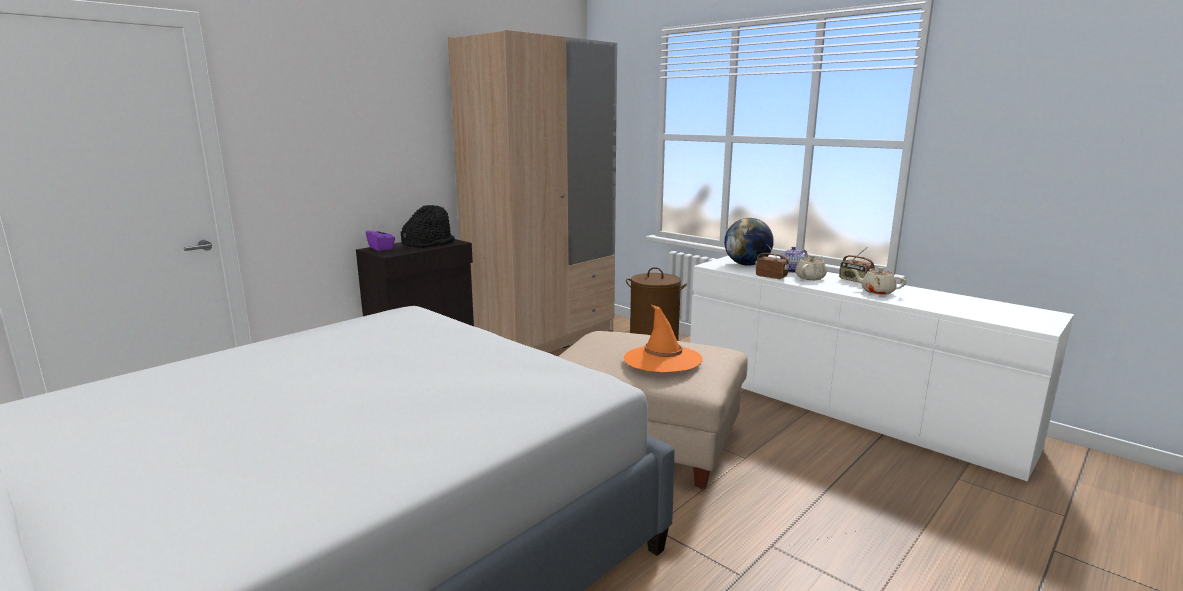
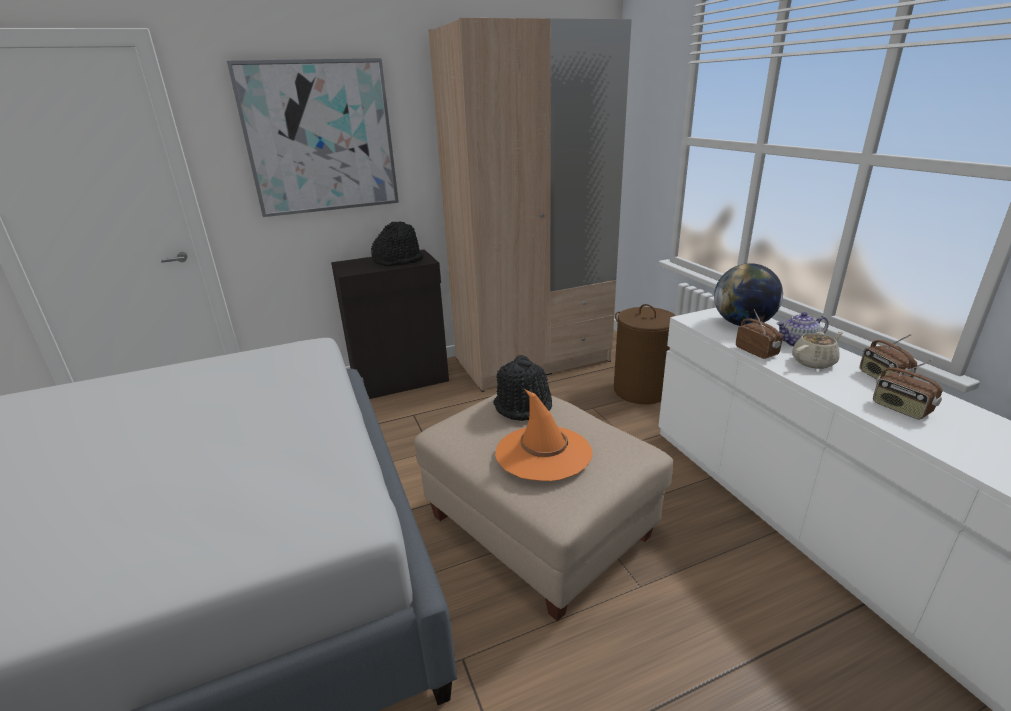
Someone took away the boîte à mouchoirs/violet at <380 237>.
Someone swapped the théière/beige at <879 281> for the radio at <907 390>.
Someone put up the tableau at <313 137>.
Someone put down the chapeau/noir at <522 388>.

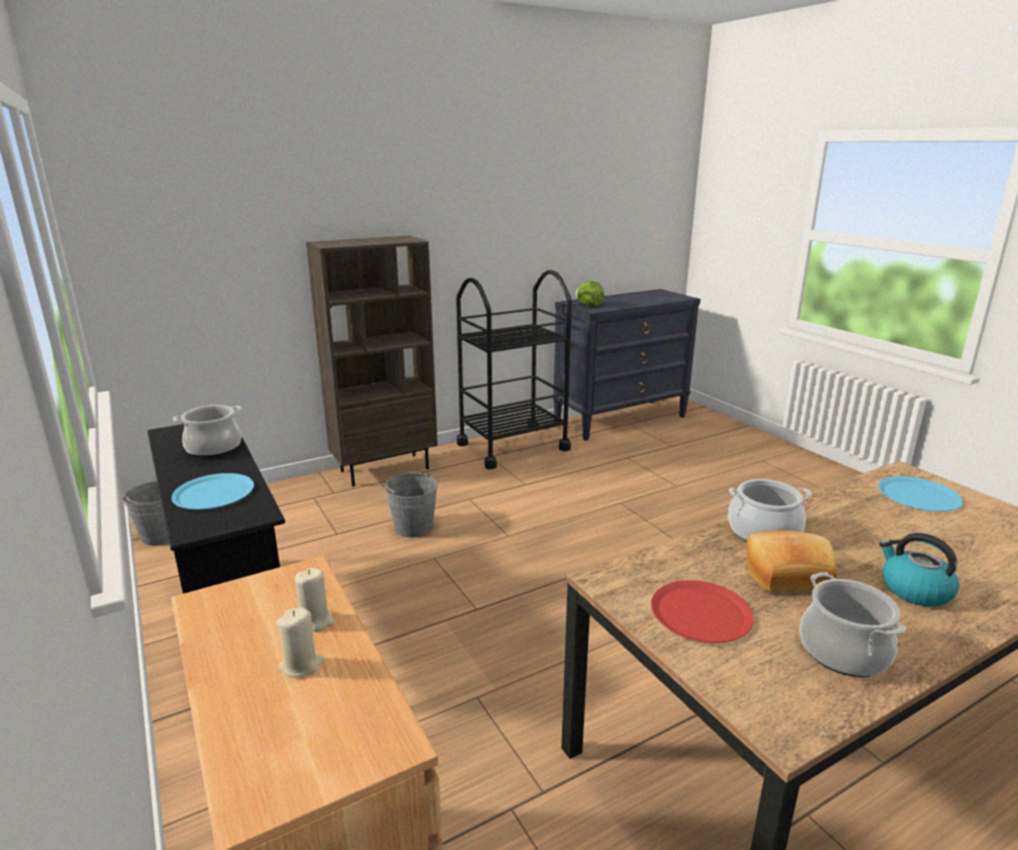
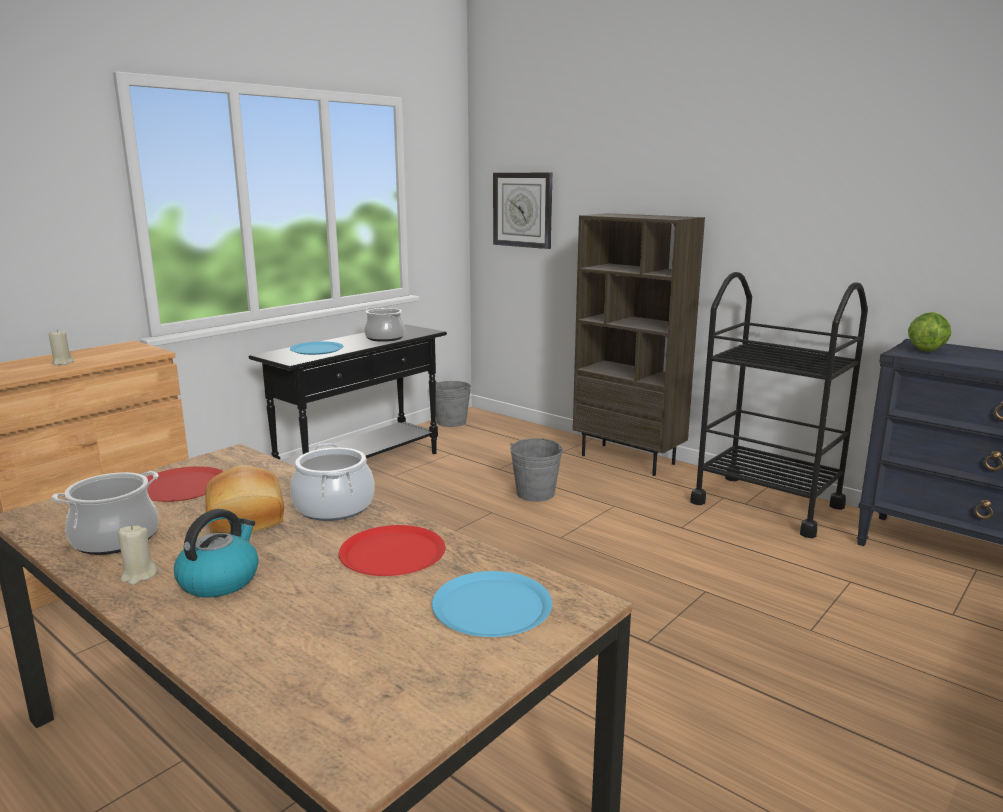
Someone carried the bougie/beige from <315 600> to <138 555>.
Someone put up the horloge murale at <522 210>.
Someone put down the assiette/rouge at <392 550>.

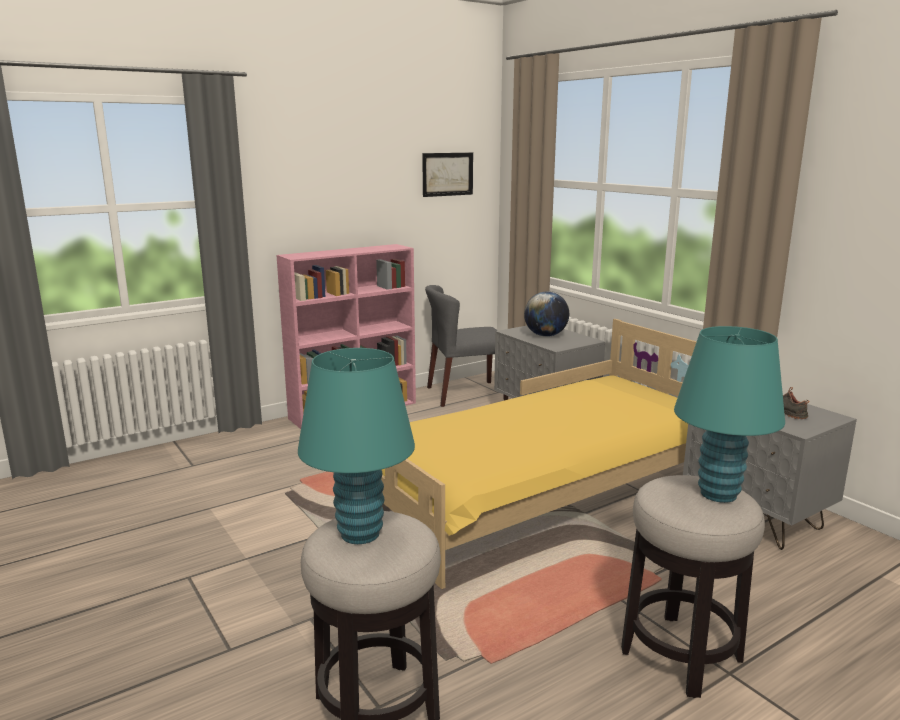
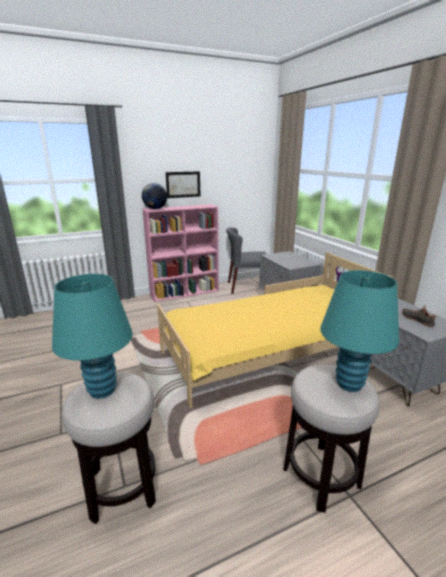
Someone carried the tableau from <447 175> to <183 184>.
Someone carried the globe from <546 314> to <154 196>.

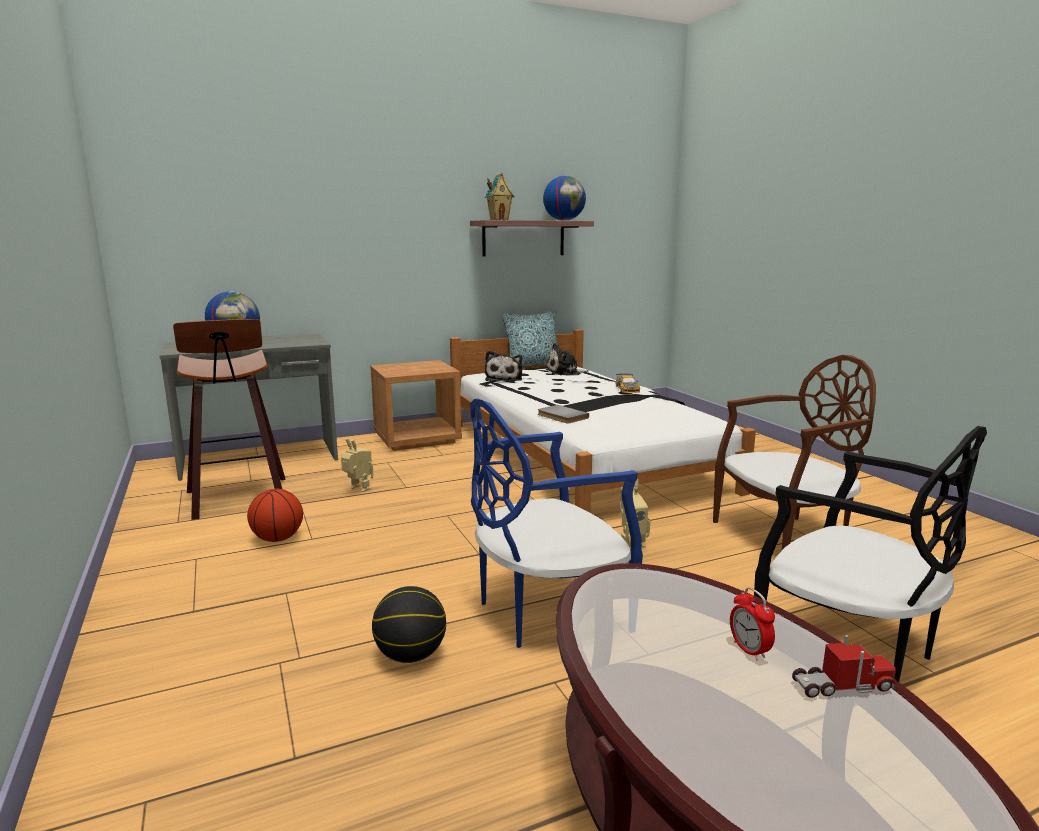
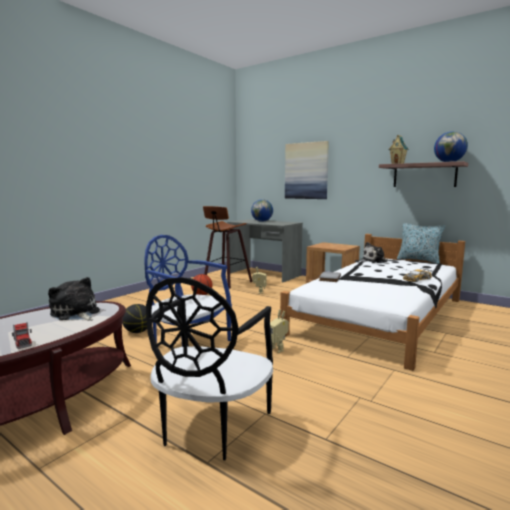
Someone carried the peluche from <567 359> to <74 299>.
Someone took away the chaise/marron at <794 452>.
Someone took away the réveil at <752 624>.
Someone put up the tableau at <307 170>.

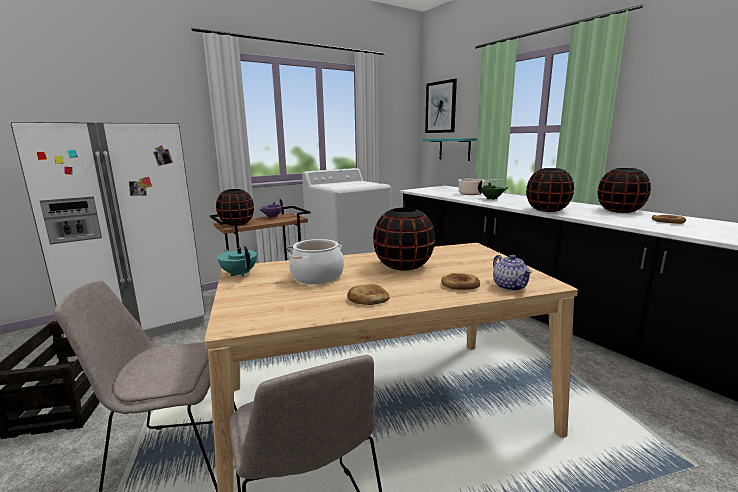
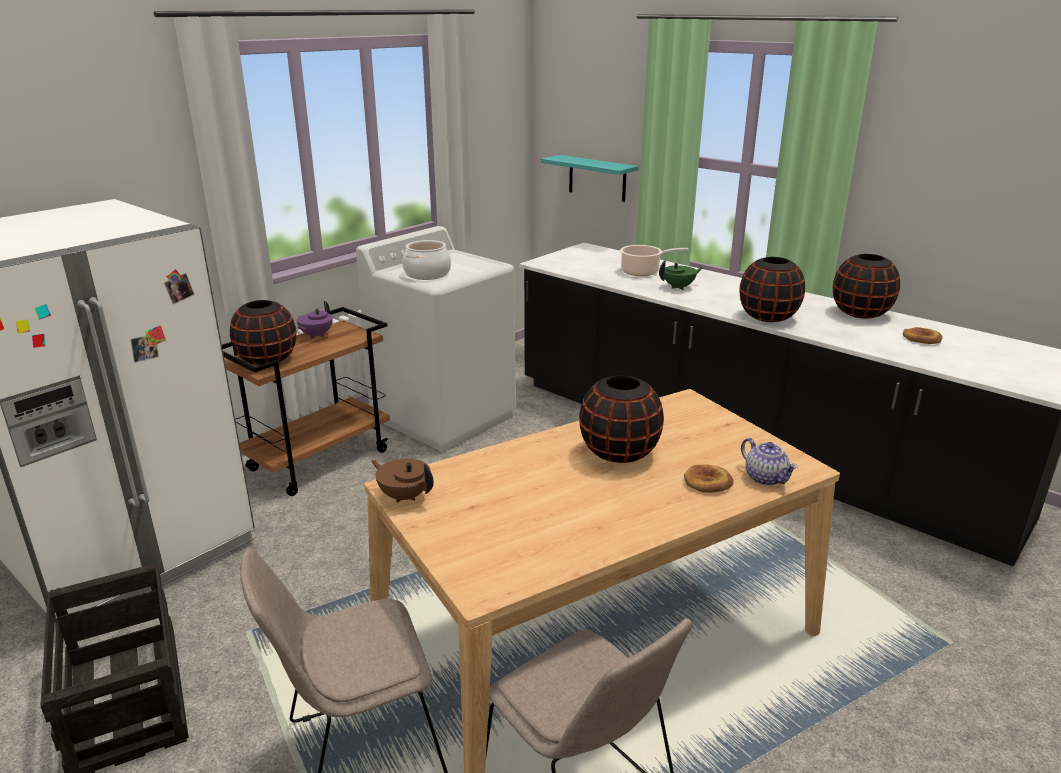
Someone took away the tableau at <441 106>.
Someone carried the marmite from <316 261> to <426 260>.
Someone repainted the théière/turquoise at <237 261>, which became the théière/marron at <402 481>.
Someone took away the pain at <368 294>.

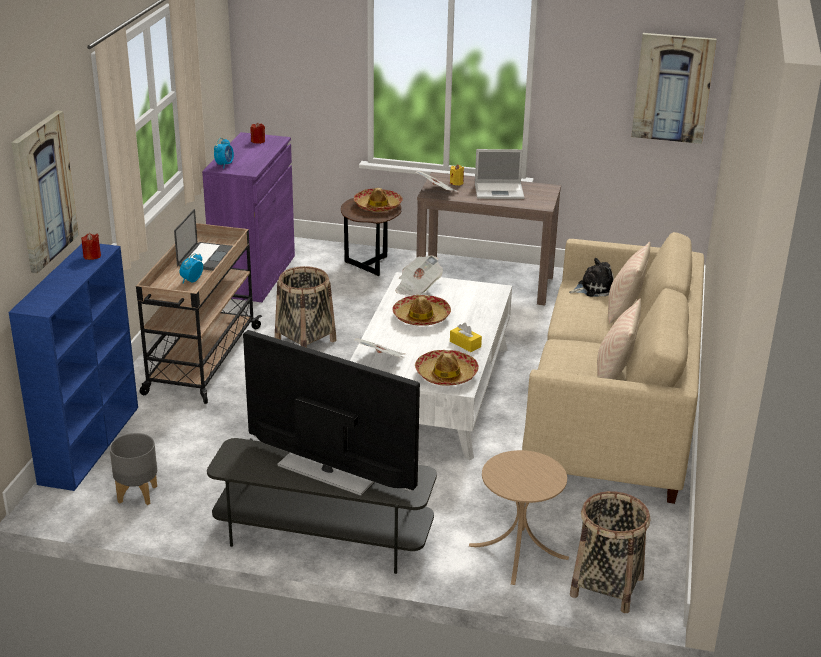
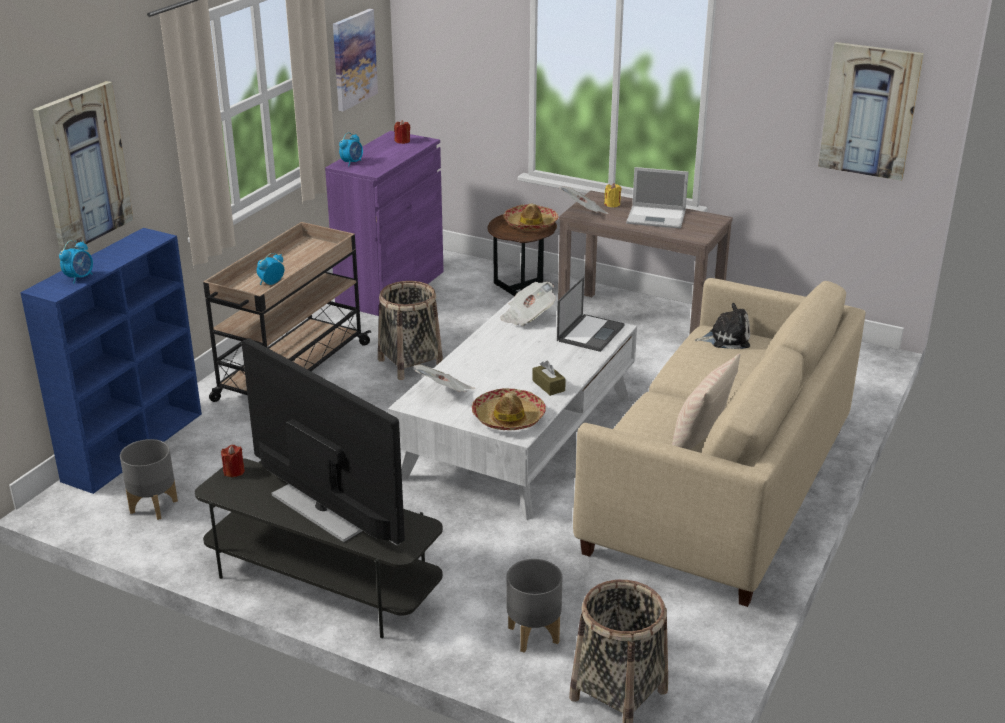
Someone carried the ordinateur portable from <203 240> to <591 314>.
Someone carried the bougie/rouge from <91 246> to <233 461>.
Someone took away the coussin/beige at <629 283>.
Someone took away the chapeau at <421 310>.
Someone repainted the boîte à mouchoirs/jaune at <466 337>, which became the boîte à mouchoirs/marron at <549 378>.
Someone swapped the table d'appoint/beige at <519 517> for the cache-pot/gris at <535 606>.
Someone put up the tableau at <355 60>.
Someone put down the réveil at <76 262>.

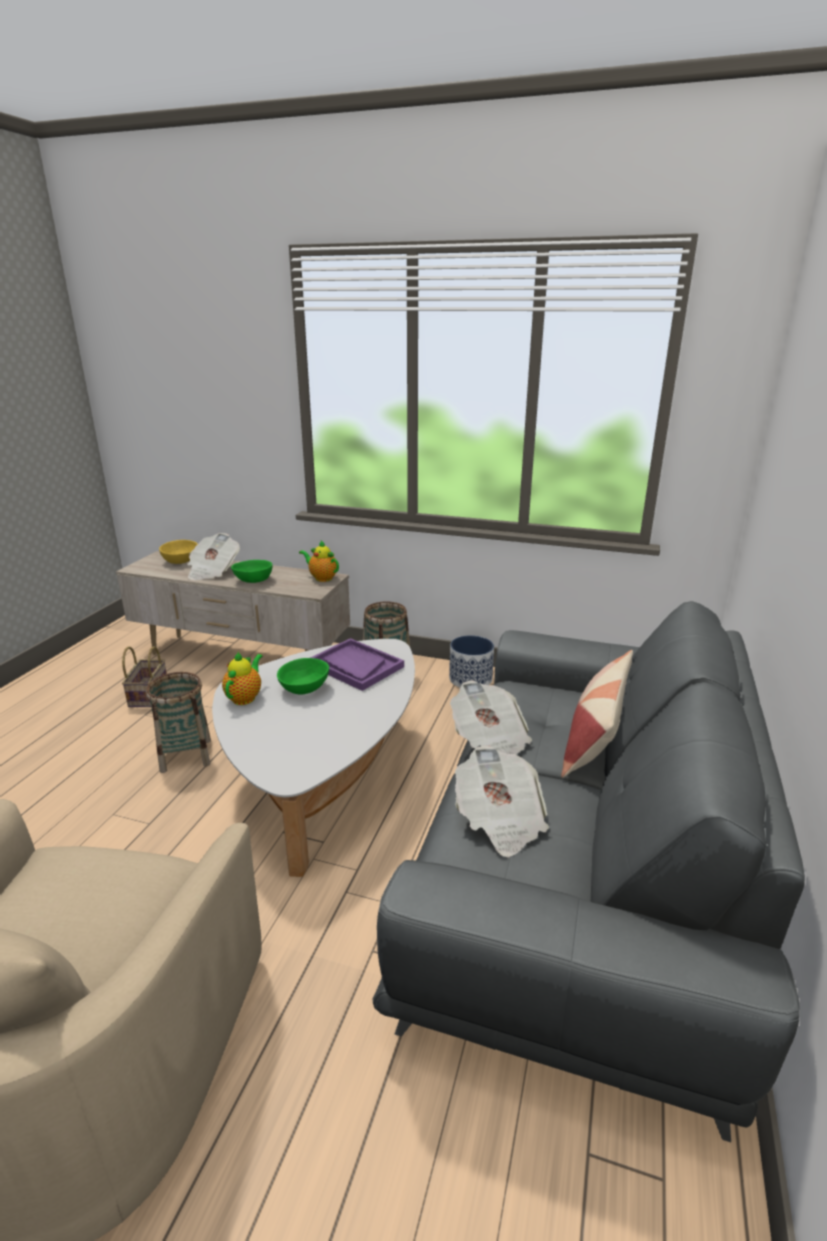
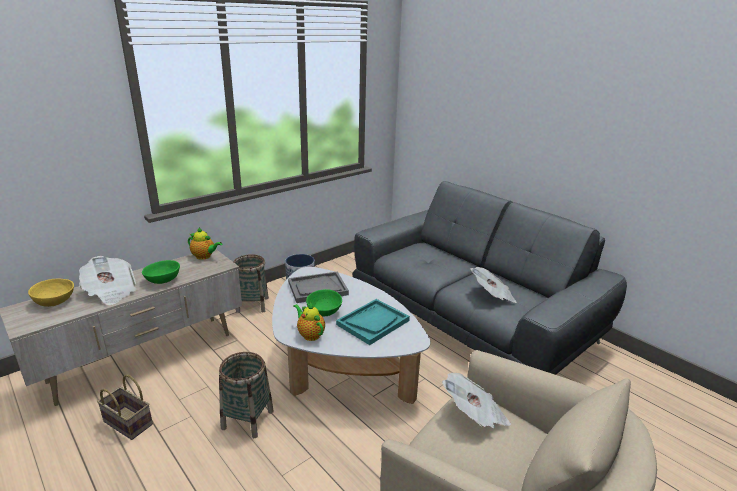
Someone rotated the théière at <319 561> by 135 degrees counterclockwise.
Someone repainted the plateau/violet at <357 664>, which became the plateau/gris at <318 287>.
Someone took away the coussin at <597 714>.
Someone carried the journal from <491 717> to <476 401>.
Someone put down the plateau/turquoise at <373 322>.

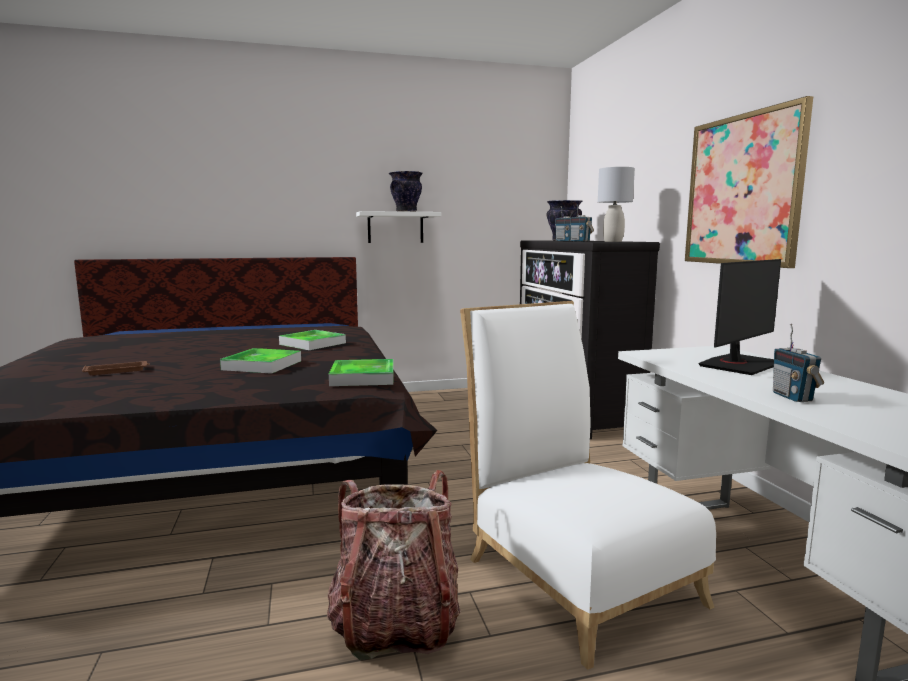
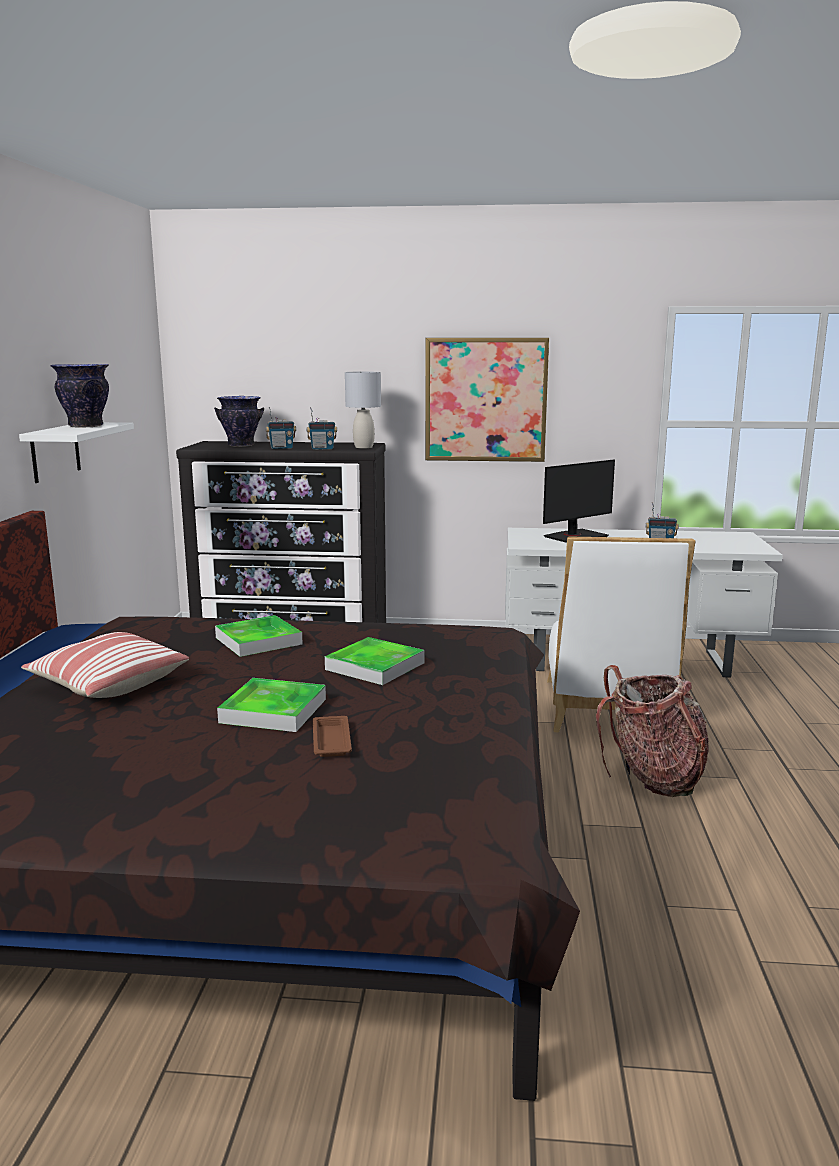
Someone rotated the écran d'ordinateur at <739 317> by 75 degrees clockwise.
Someone rotated the chaise/blanc at <588 485> by 75 degrees counterclockwise.
Someone carried the plateau from <361 372> to <271 705>.
Someone put down the coussin at <105 665>.

